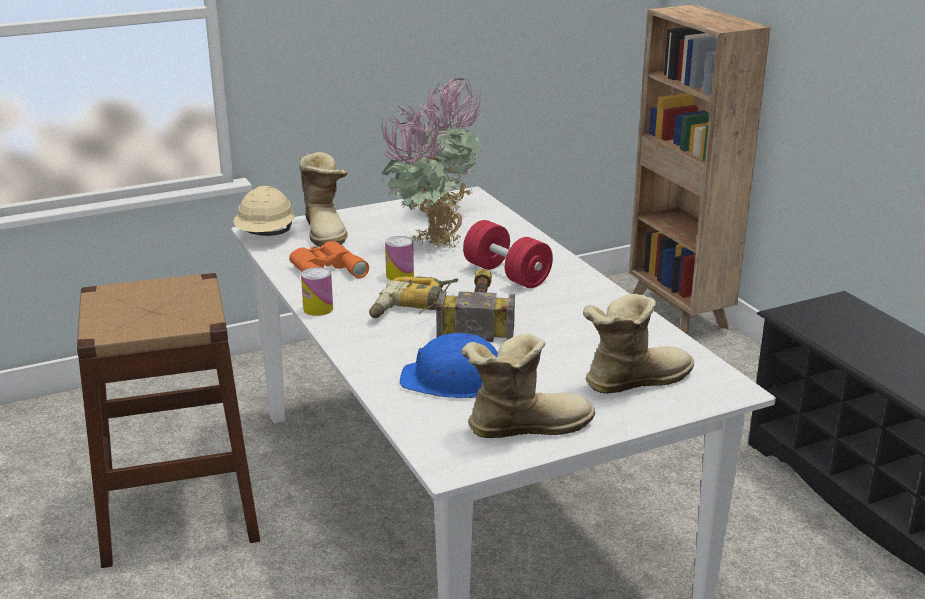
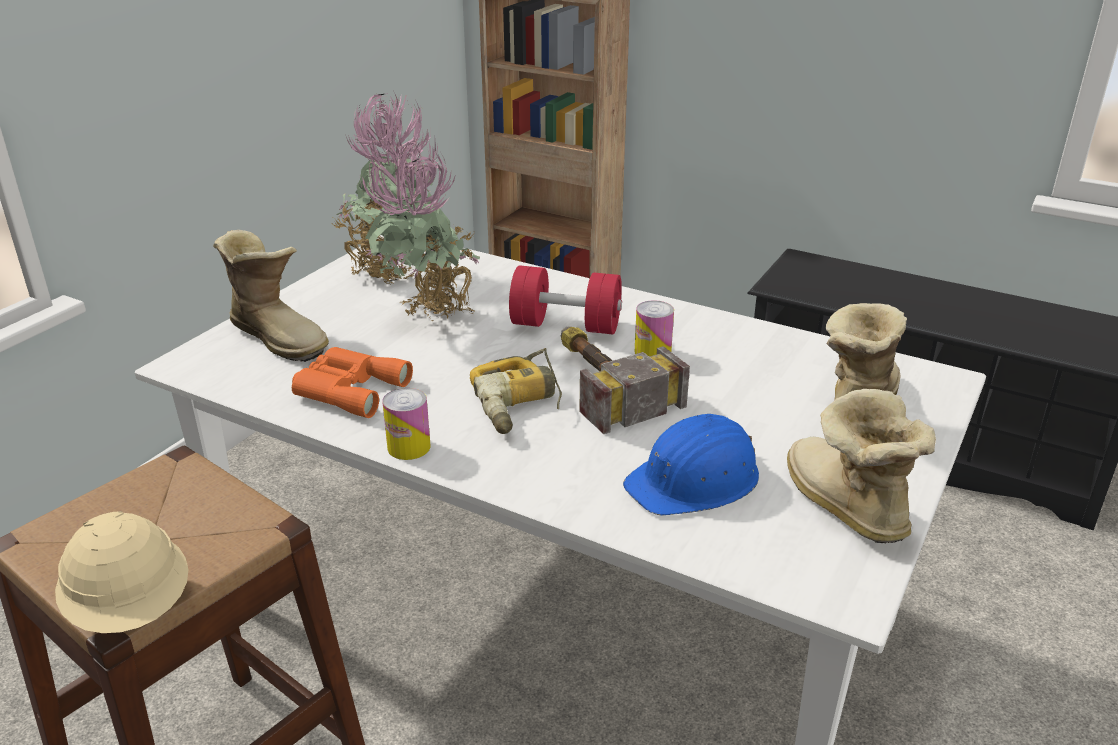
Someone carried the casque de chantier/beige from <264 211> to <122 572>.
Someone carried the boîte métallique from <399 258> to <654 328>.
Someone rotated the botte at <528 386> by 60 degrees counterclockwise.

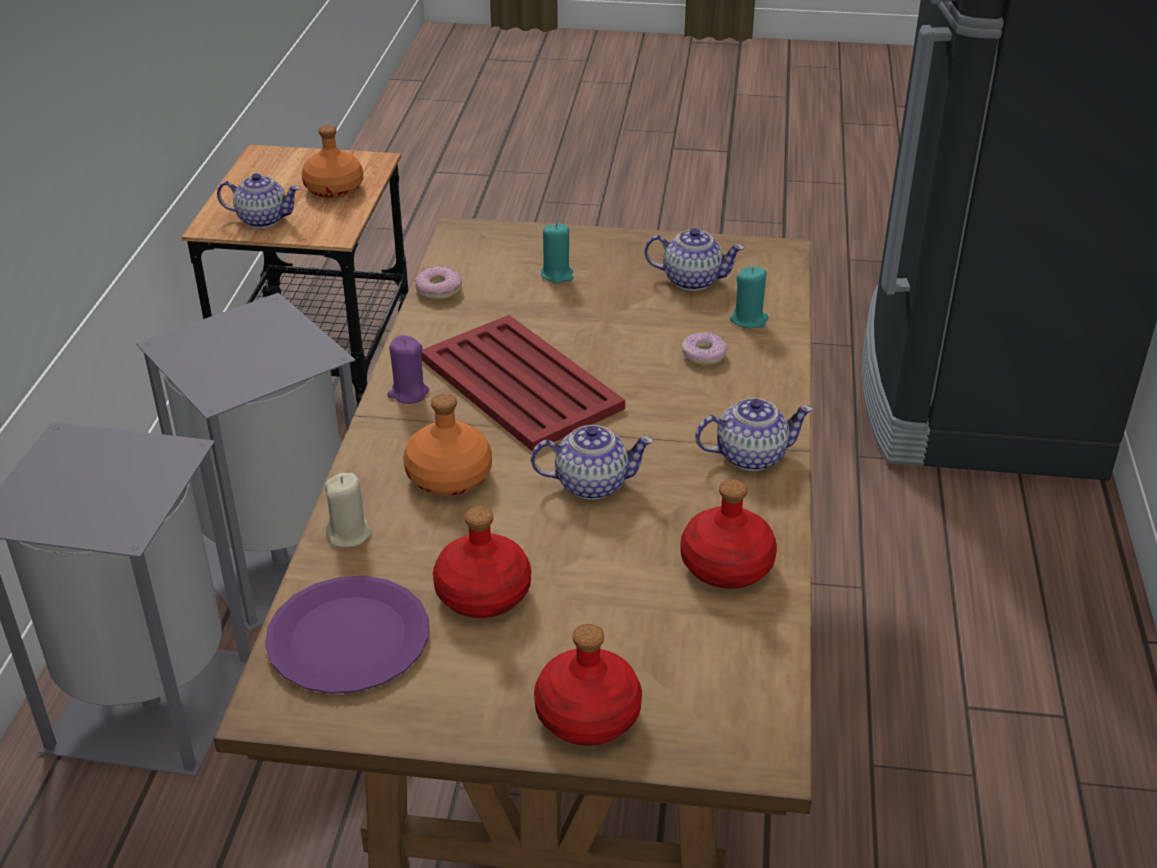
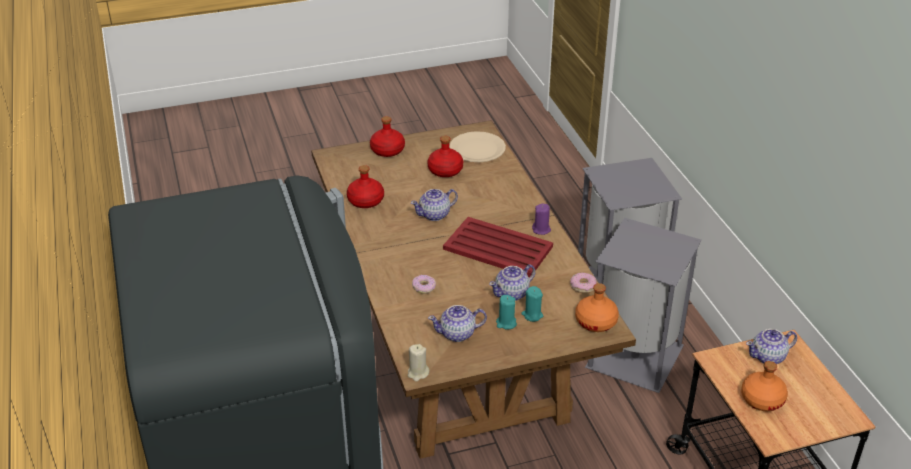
Someone carried the bougie/turquoise from <749 297> to <506 312>.
Someone carried the bouteille/orange from <447 444> to <597 307>.
Someone carried the théière from <754 434> to <512 282>.
Someone carried the bougie/beige from <348 510> to <418 362>.
Someone repainted the assiette/violet at <347 635>, which became the assiette/beige at <477 146>.

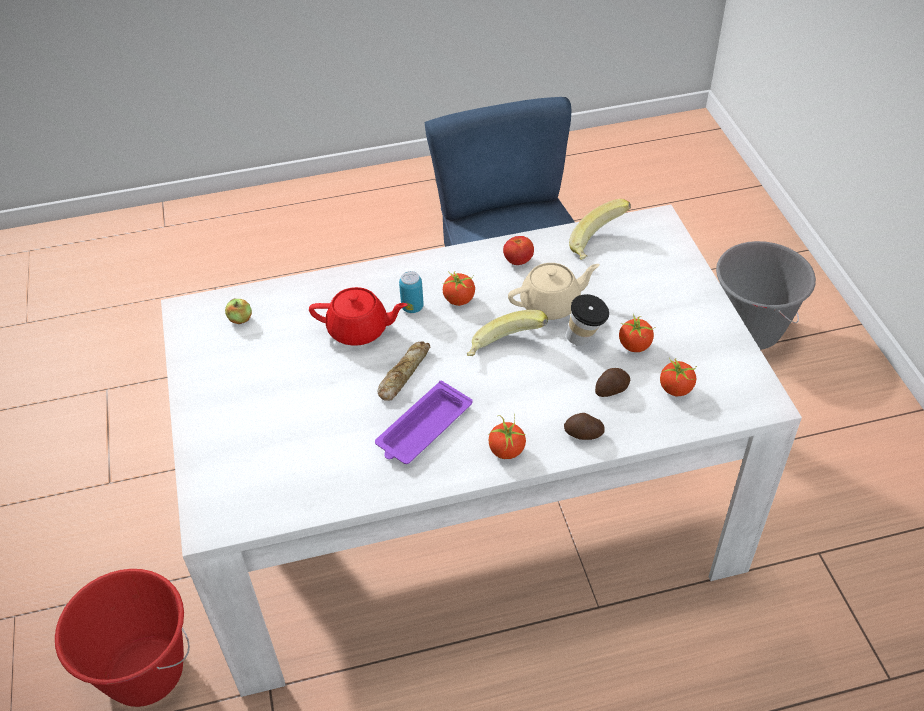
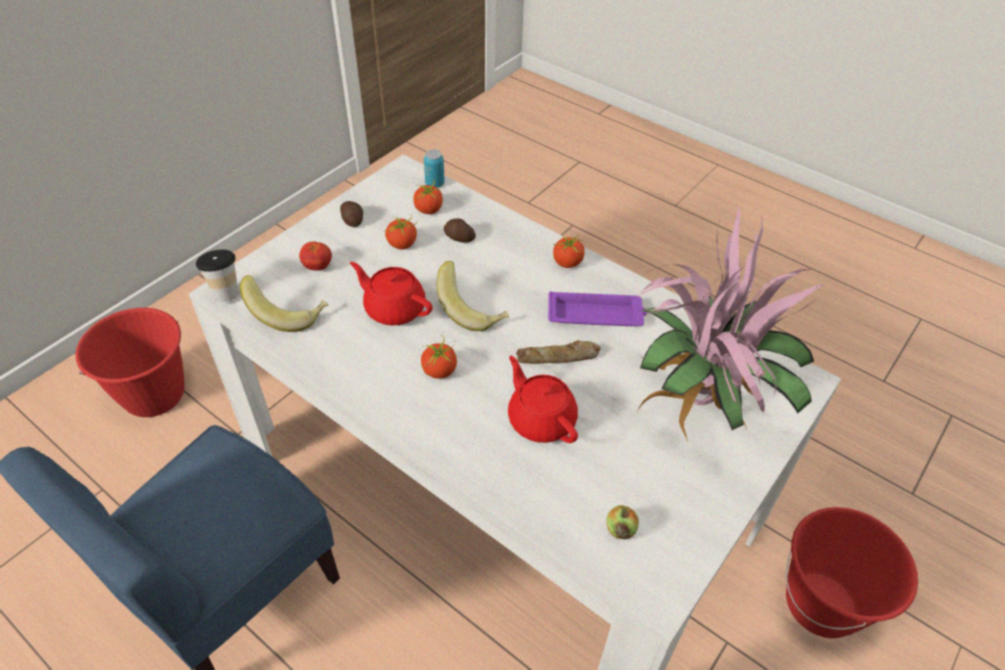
Someone carried the tomate from <518 250> to <315 256>.
Someone repainted the seau/gris at <766 295>, which became the seau/rouge at <130 362>.
Someone repainted the théière/beige at <554 291>, which became the théière/rouge at <391 293>.
Someone carried the boîte métallique from <411 292> to <434 169>.
Someone carried the tasse from <587 320> to <217 276>.
Someone carried the pomme de terre from <584 426> to <351 214>.
Someone put down the plante en pot at <731 323>.

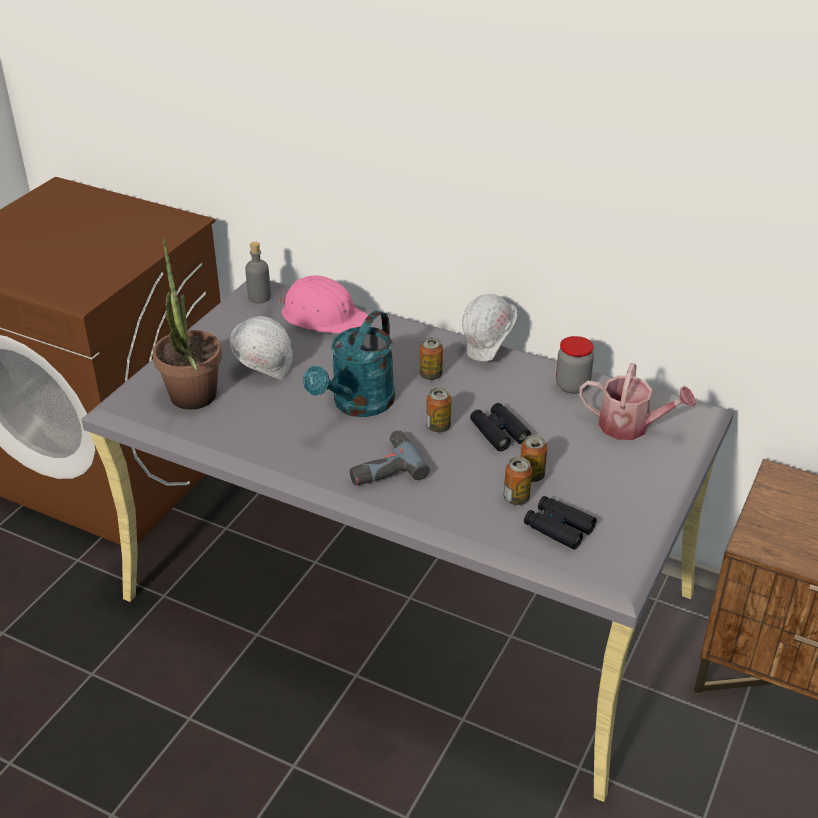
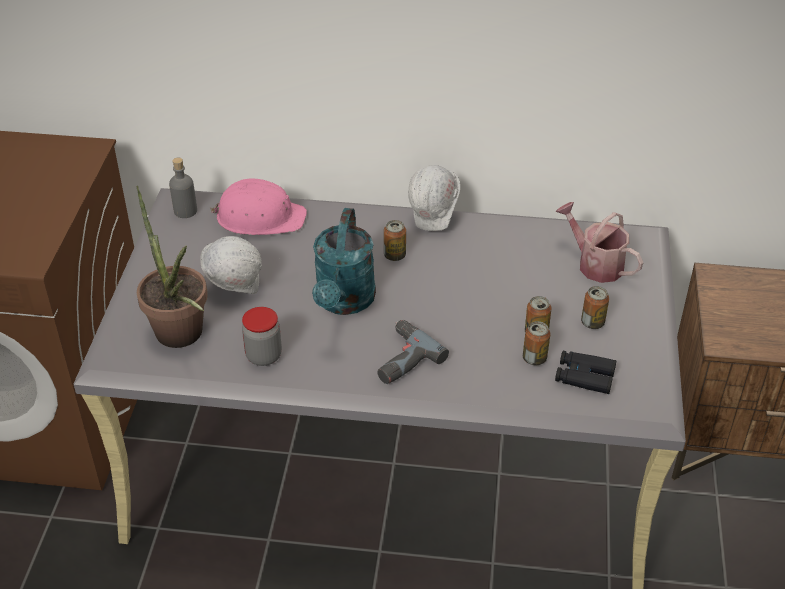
Someone carried the bocal from <575 365> to <262 336>.
Someone rotated the arrosoir at <637 401> by 135 degrees counterclockwise.
Someone carried the boîte métallique from <438 410> to <595 307>.
Someone took away the jumelles/noir at <500 427>.

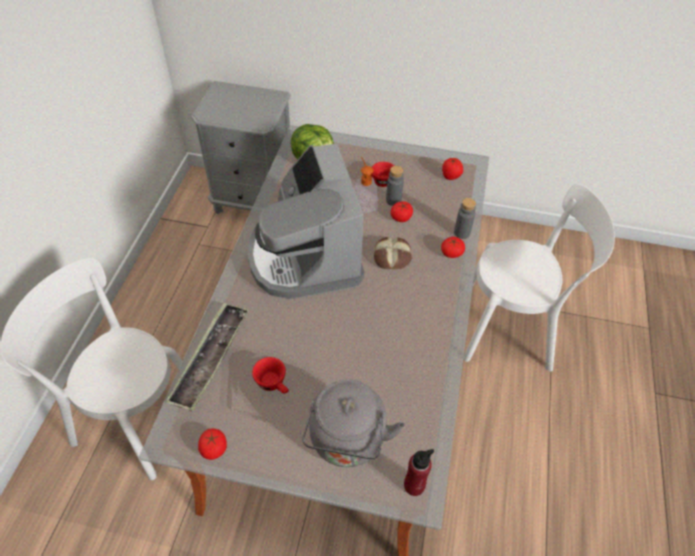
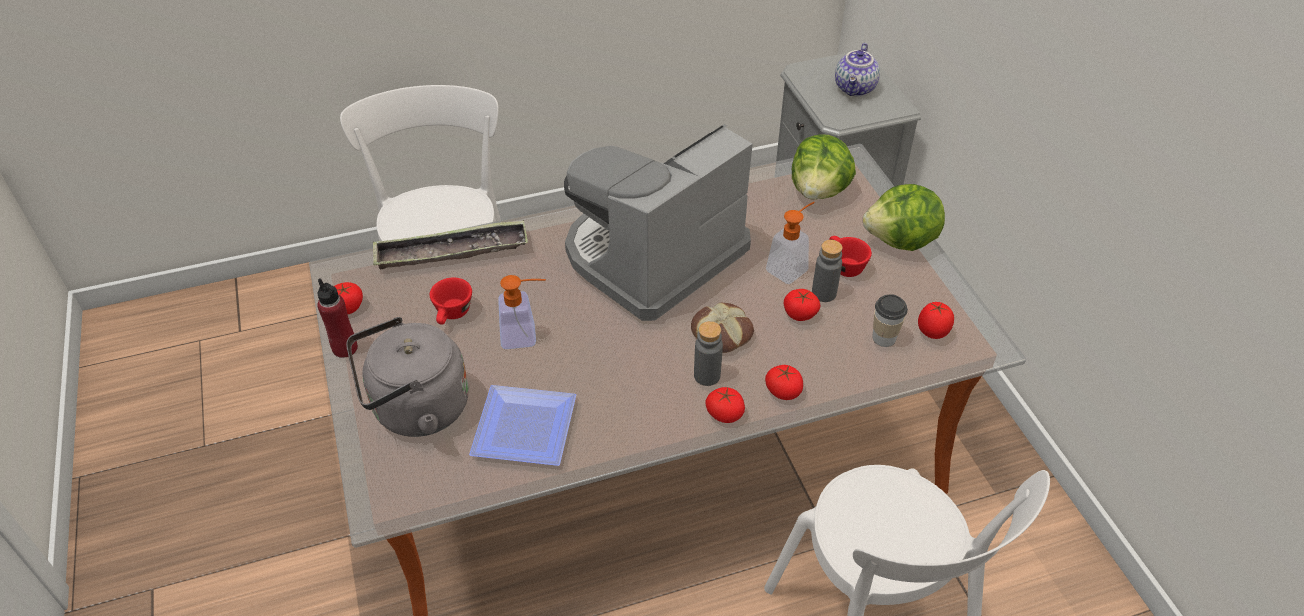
Someone carried the bouteille/gris from <465 218> to <708 353>.
Someone carried the bouteille/rouge from <419 472> to <337 318>.
Someone put down the théière at <857 69>.
Someone put down the laitue at <904 217>.
Someone put down the distributeur de savon at <522 312>.
Someone put down the tasse at <890 320>.
Someone put down the assiette at <522 425>.
Someone put down the tomate at <725 405>.

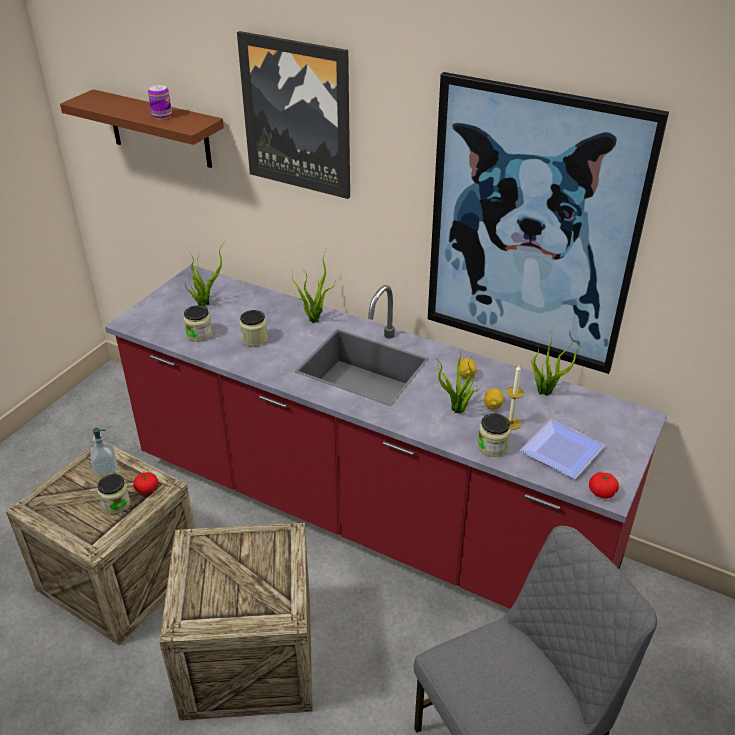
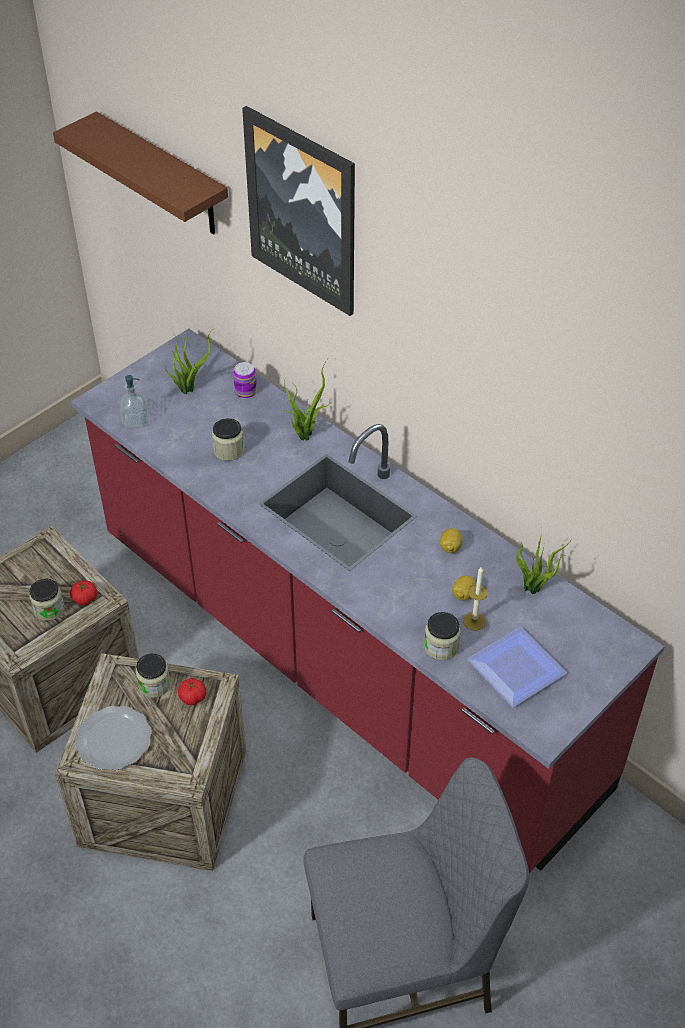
Someone took away the tableau at <548 223>.
Someone carried the boîte métallique from <160 102> to <245 380>.
Someone carried the bocal from <198 323> to <153 675>.
Someone took away the plante en pot at <457 383>.
Someone carried the distributeur de savon from <103 452> to <134 401>.
Someone carried the tomate from <604 485> to <192 691>.
Someone put down the assiette at <113 738>.

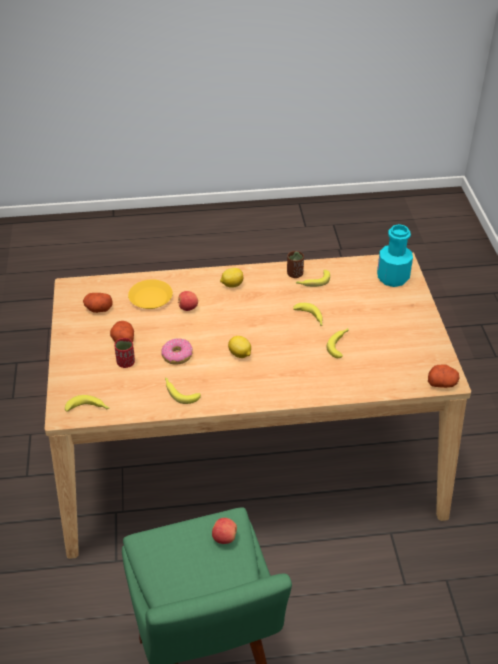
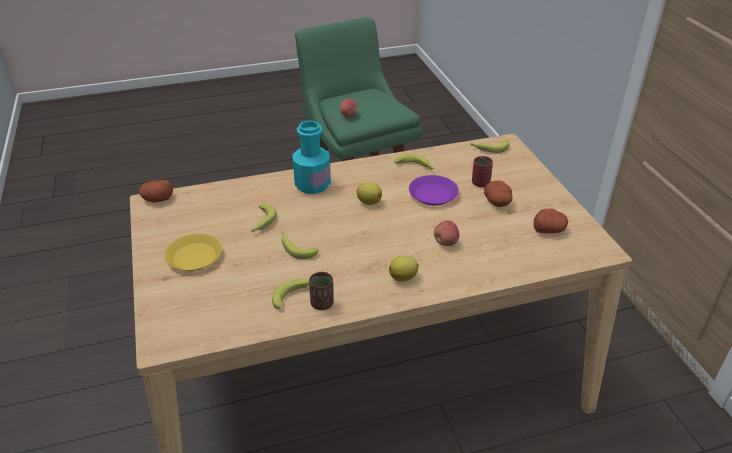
Someone carried the bouteille/turquoise from <395 255> to <311 157>.
Someone carried the assiette/jaune from <150 294> to <193 252>.
Someone swapped the beignet at <177 351> for the assiette/violet at <434 190>.

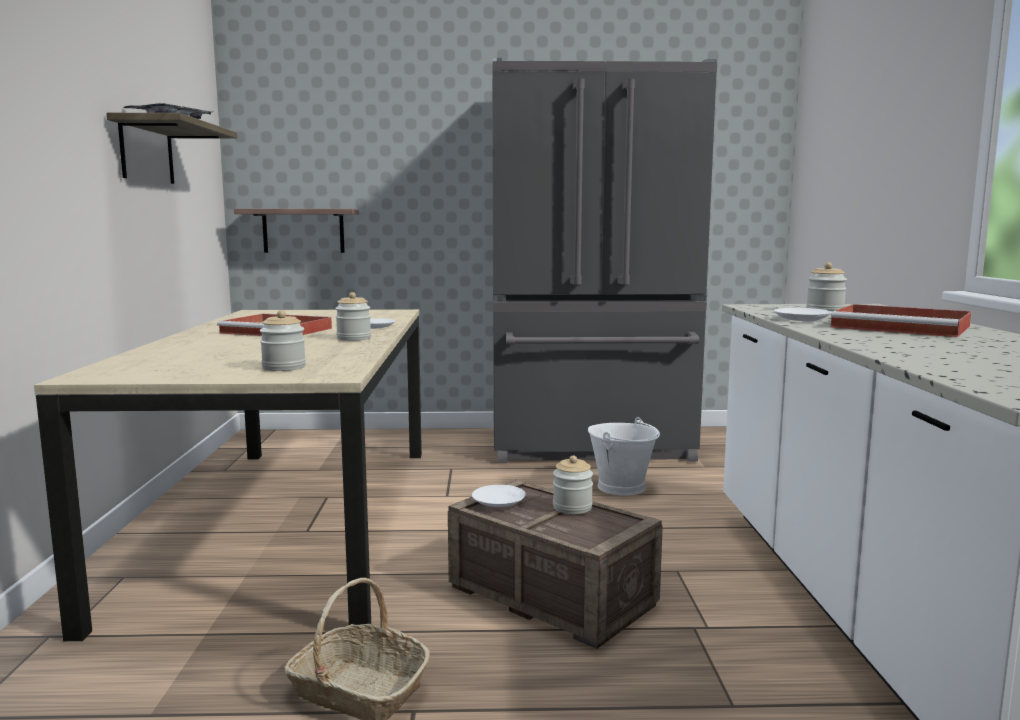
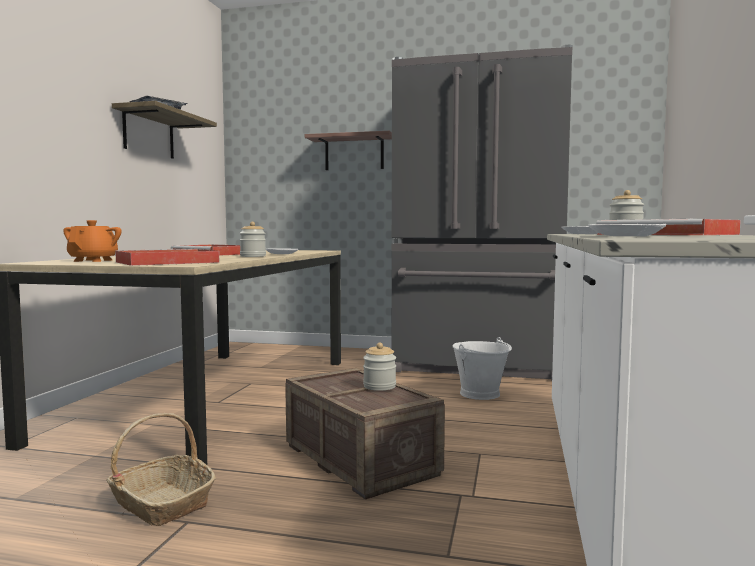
Someone carried the étagère from <296 231> to <348 150>.
Someone swapped the bocal at <283 340> for the plateau/rouge at <167 257>.
Someone carried the assiette/blanc from <499 496> to <627 230>.
Someone put down the théière/orange at <92 241>.

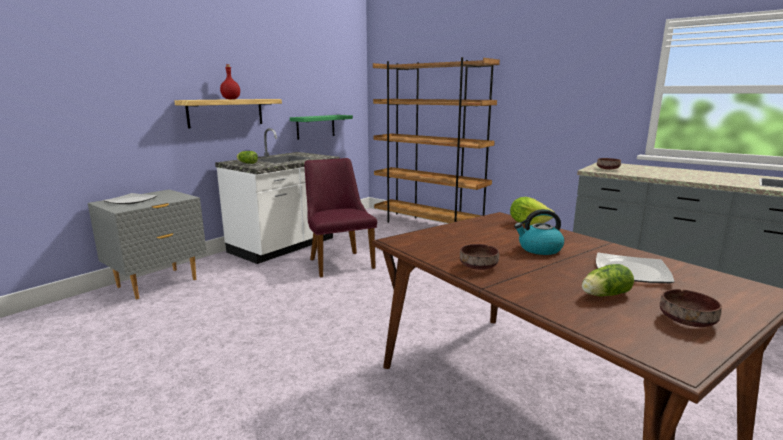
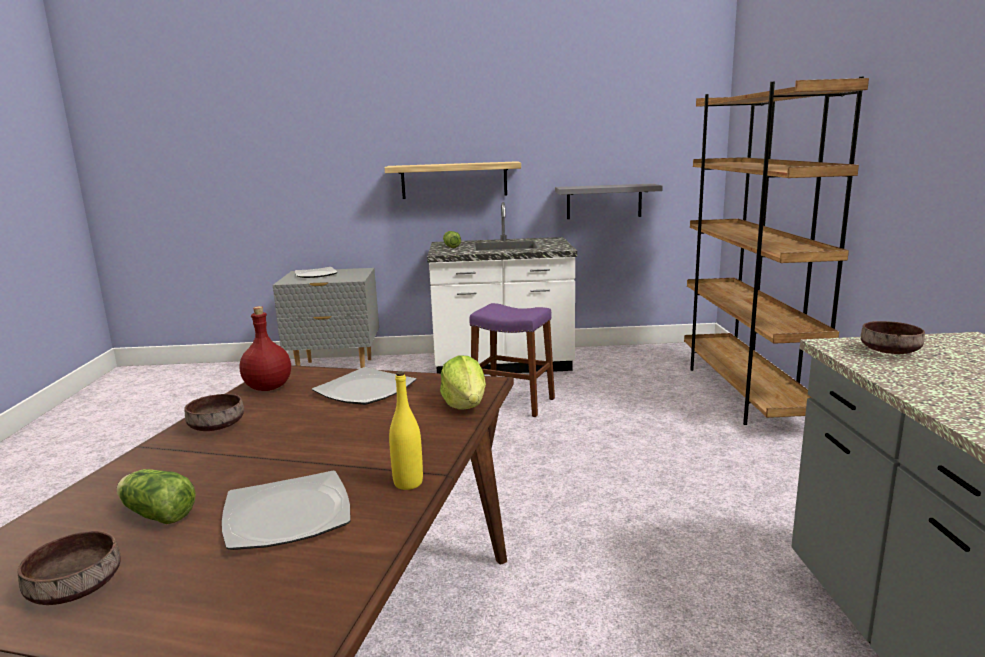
Someone carried the bouteille/rouge from <230 81> to <265 348>.
Someone repainted the étagère/vert at <321 127>, which became the étagère/gris at <609 201>.
Someone swapped the chaise/violet at <340 217> for the tabouret/violet at <512 360>.
Someone took away the bouilloire at <539 232>.
Someone put down the assiette at <364 386>.
Someone put down the bouteille/jaune at <406 430>.

